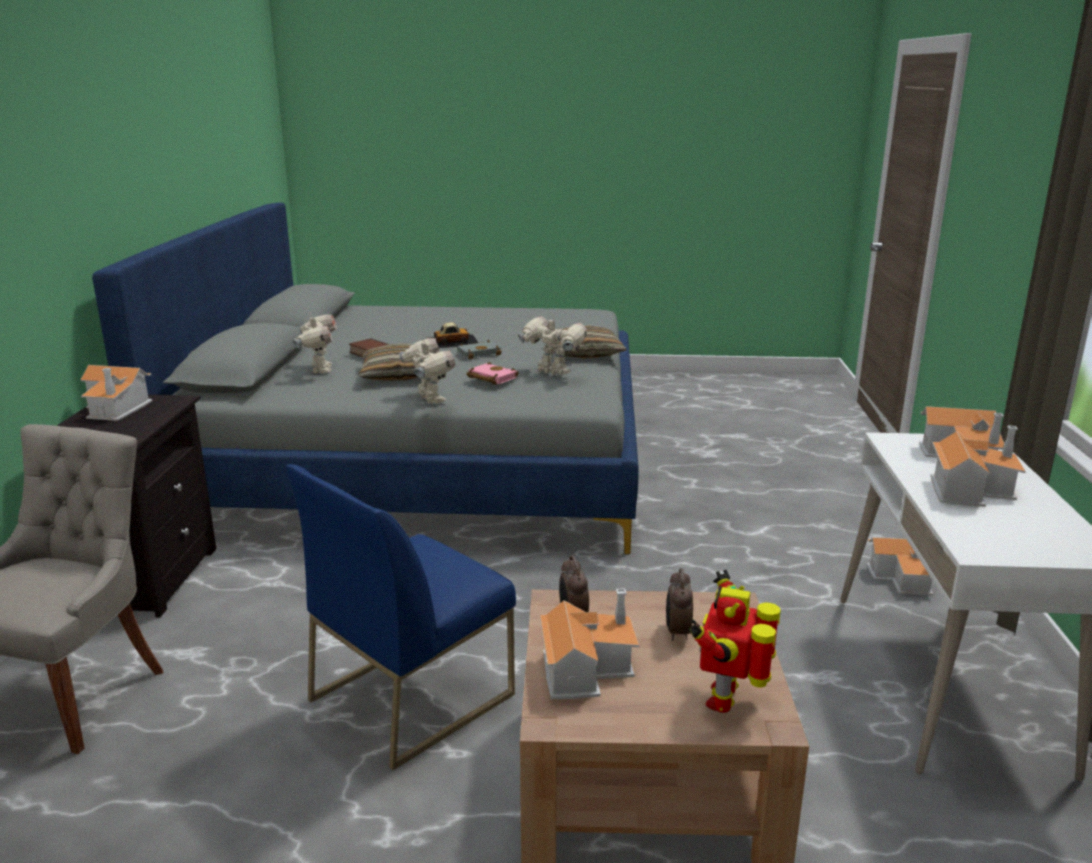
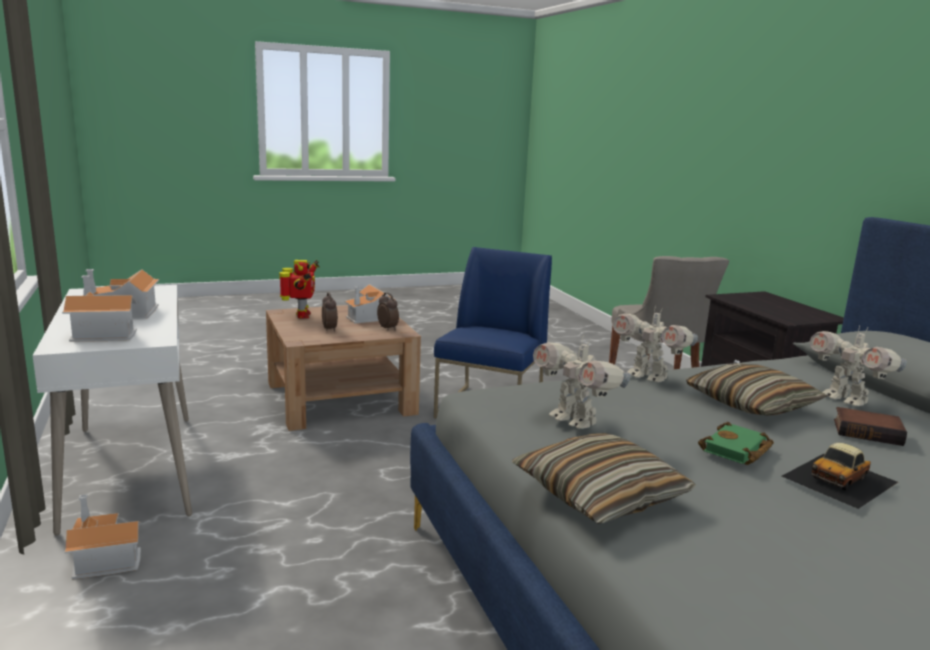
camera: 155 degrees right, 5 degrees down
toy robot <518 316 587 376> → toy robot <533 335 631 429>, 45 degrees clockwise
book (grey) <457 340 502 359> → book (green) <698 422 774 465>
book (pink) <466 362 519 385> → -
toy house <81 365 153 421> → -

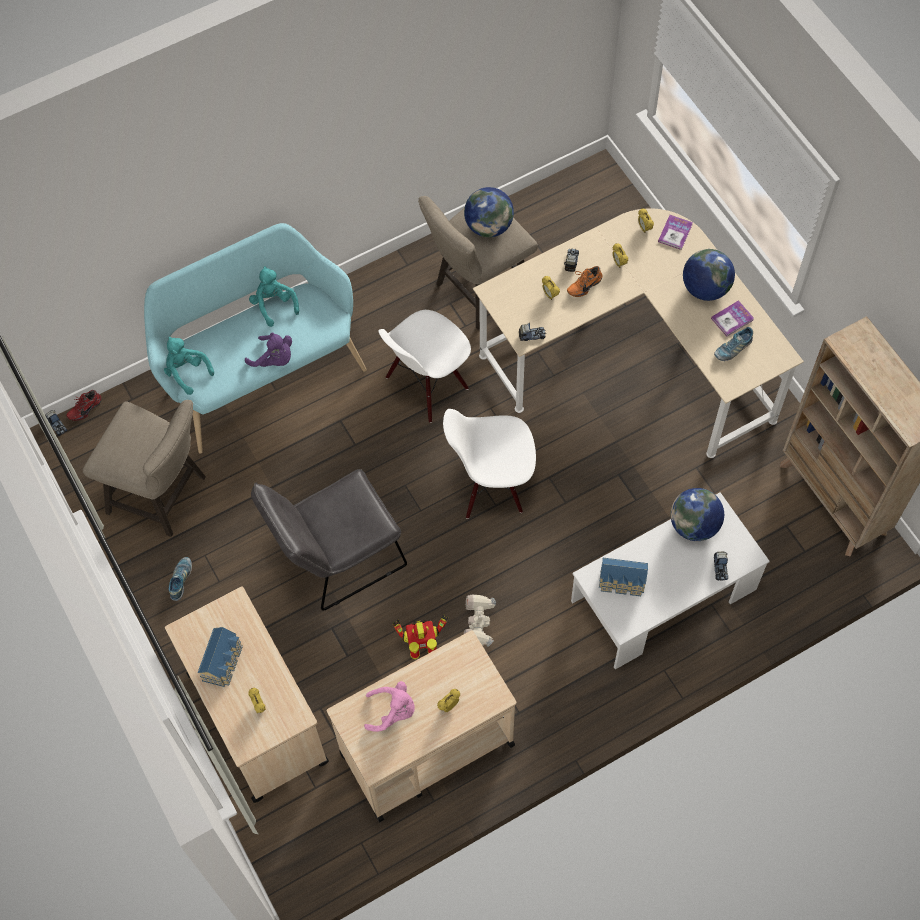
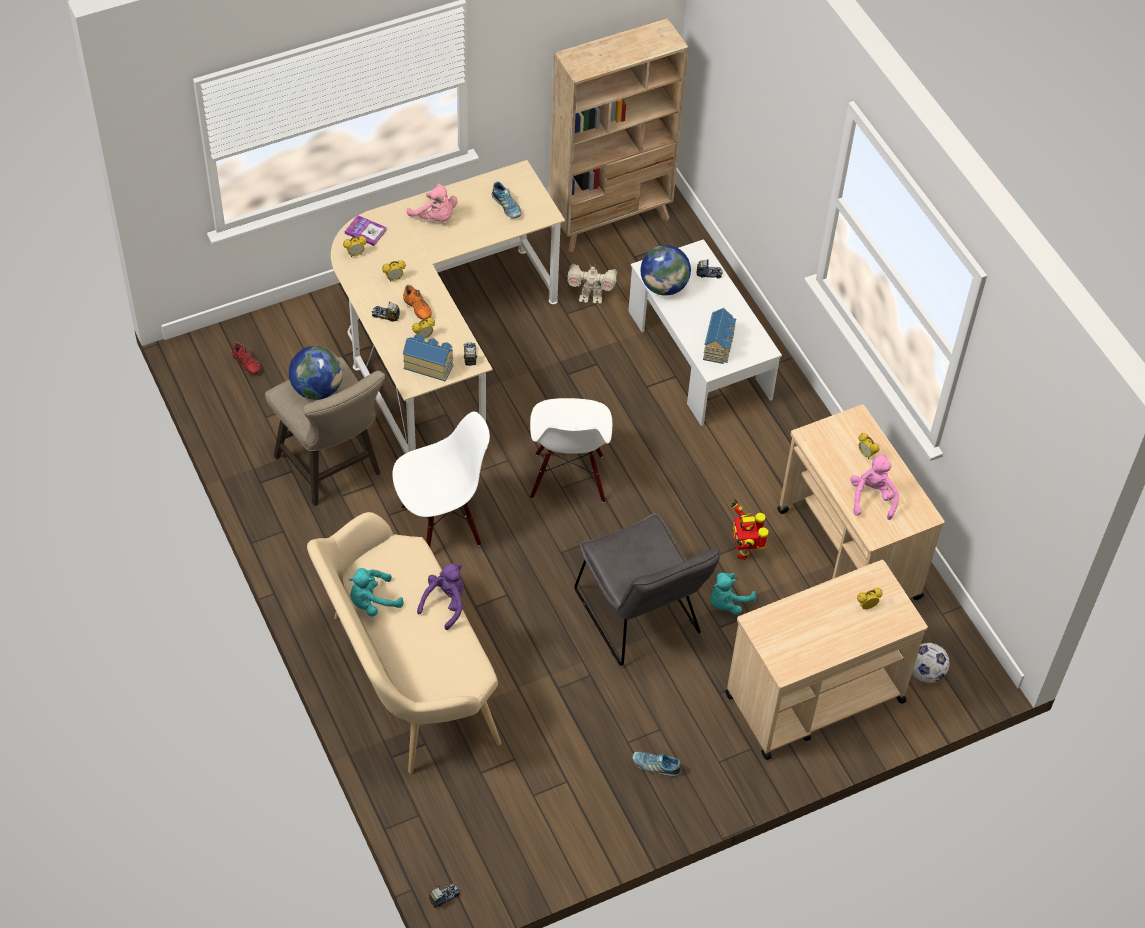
camera: 90 degrees left, 10 degrees down
bench (turquoise) <144 223 366 454> → bench (beige) <307 512 501 774>
globe <683 249 735 301> → plush toy (pink) <407 184 457 222>
book <711 300 754 337> → -
chair (white) <378 310 471 423> → chair (white) <392 412 490 547>, 75 degrees counterclockwise
plush toy (turquoise) <164 337 214 395> → plush toy (turquoise) <710 573 756 615>, moved
shoe (red) <66 390 101 421> → shoe (red) <232 342 261 374>, moved
stool (beige) <83 400 206 537> → -
toy robot <464 595 496 647> → toy robot <567 264 617 304>, moved
toy house <198 627 243 687> → toy house <403 334 453 381>, moved
- → football <912 643 950 683>

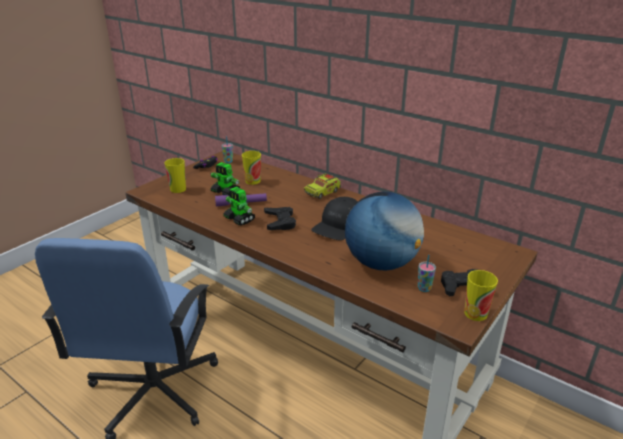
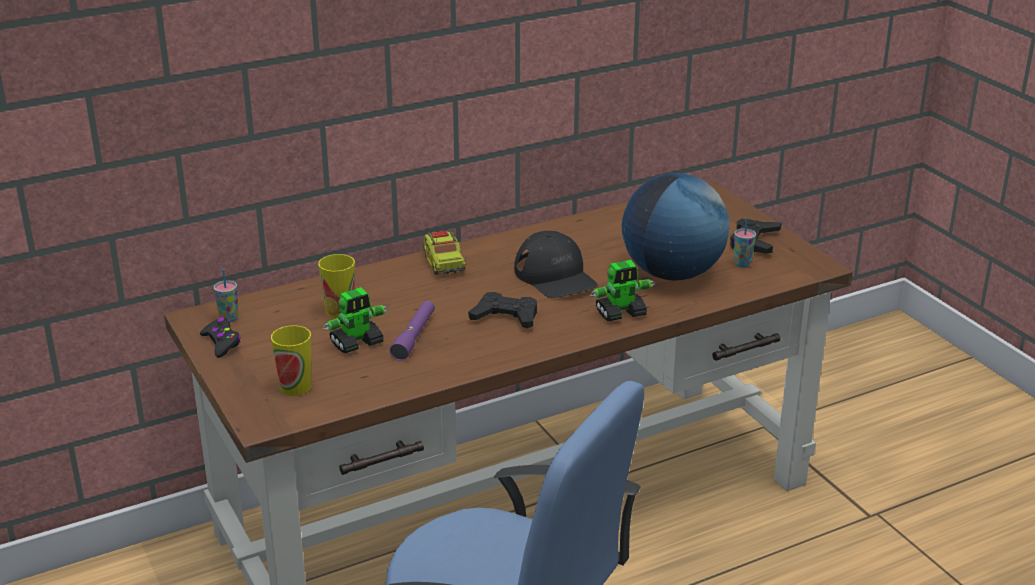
camera: 65 degrees left, 0 degrees up
toy robot <223 186 255 226> → toy robot <590 260 655 321>, moved
cup <464 270 498 321> → -

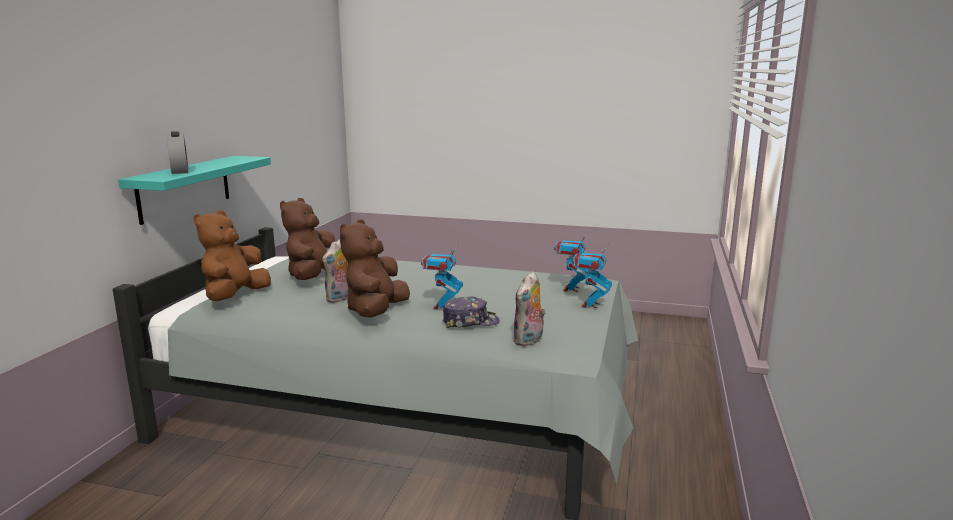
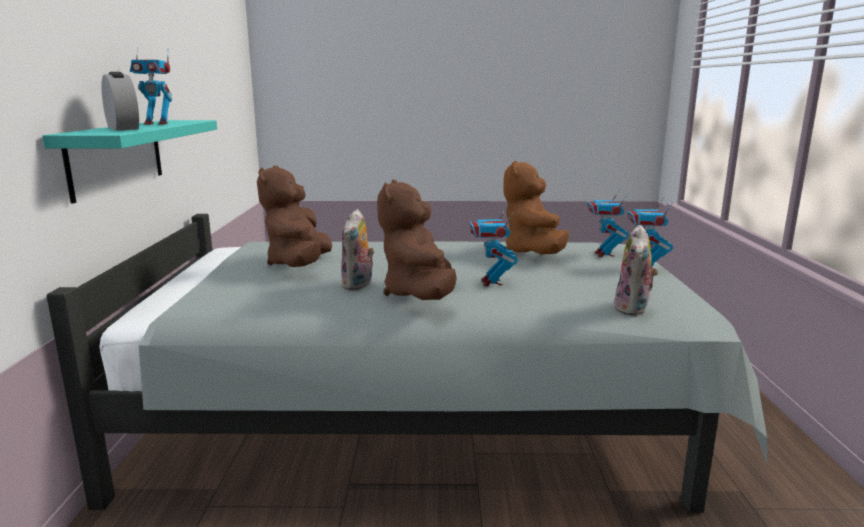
camera: 15 degrees left, 0 degrees up
plush toy (brown) <193 210 271 301> → plush toy (brown) <503 160 569 255>, moved
cap <442 296 500 328> → -
- → toy robot <130 47 172 124>

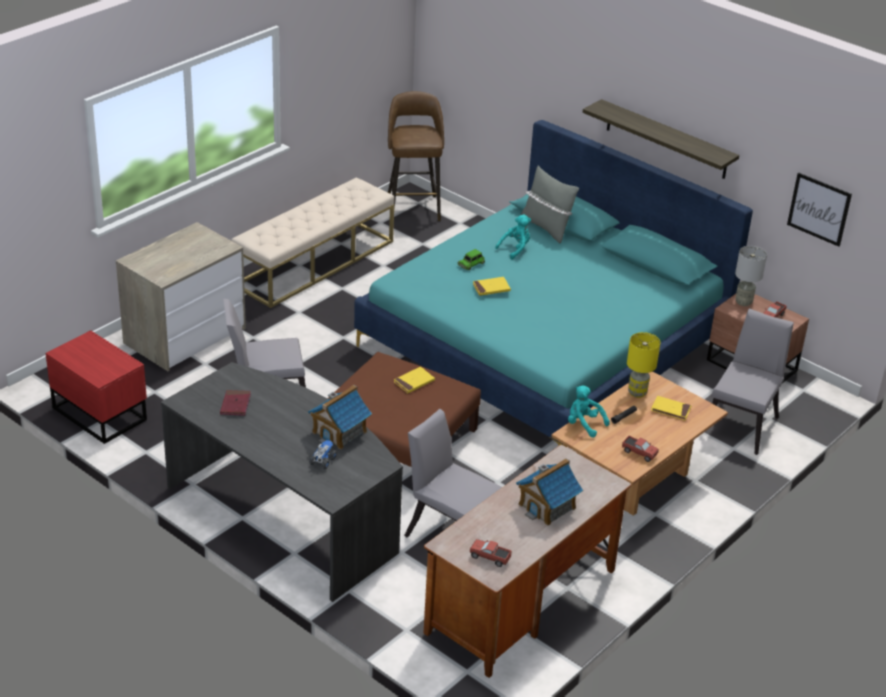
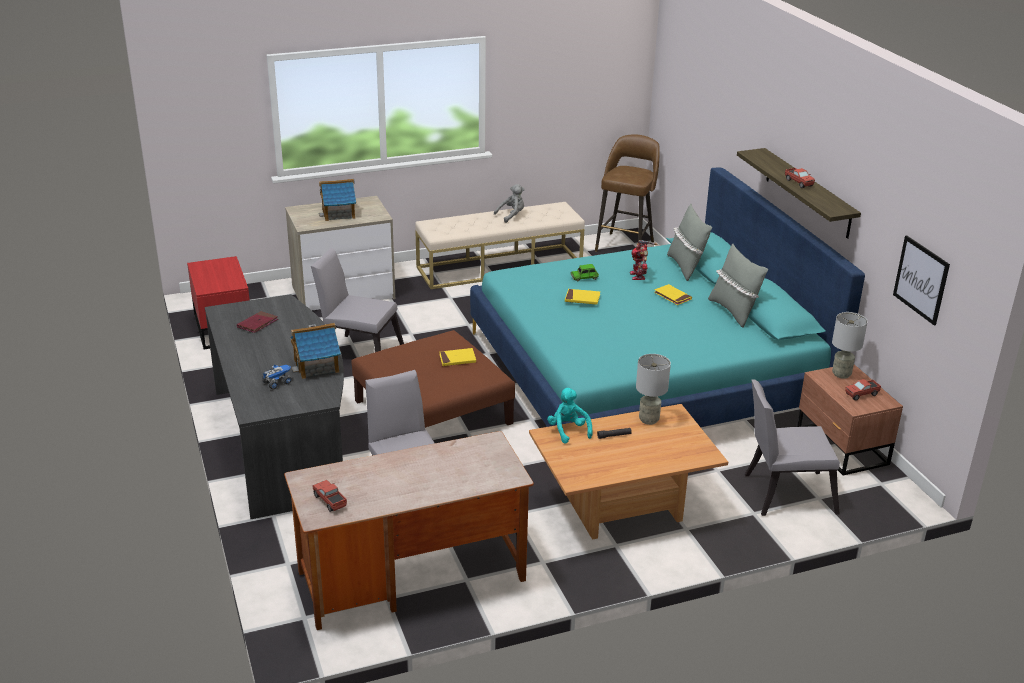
camera: 30 degrees right, 5 degrees down
plush toy (turquoise) <495 215 531 260> → toy robot <630 240 658 280>
chair (grey) <711 308 794 455> → chair (grey) <745 379 840 516>, 150 degrees counterclockwise
table lamp (yellow) <627 332 660 398> → table lamp (grey) <636 354 671 425>
book (yellow) <651 396 691 420> → book (yellow) <654 284 692 305>, moved
toy truck <622 436 659 462> → toy truck <785 168 815 188>, moved
toy house <516 458 583 526> → toy house <319 179 356 221>, moved
- → plush toy (grey) <494 184 525 223>
- → pillow (grey) <708 244 768 328>

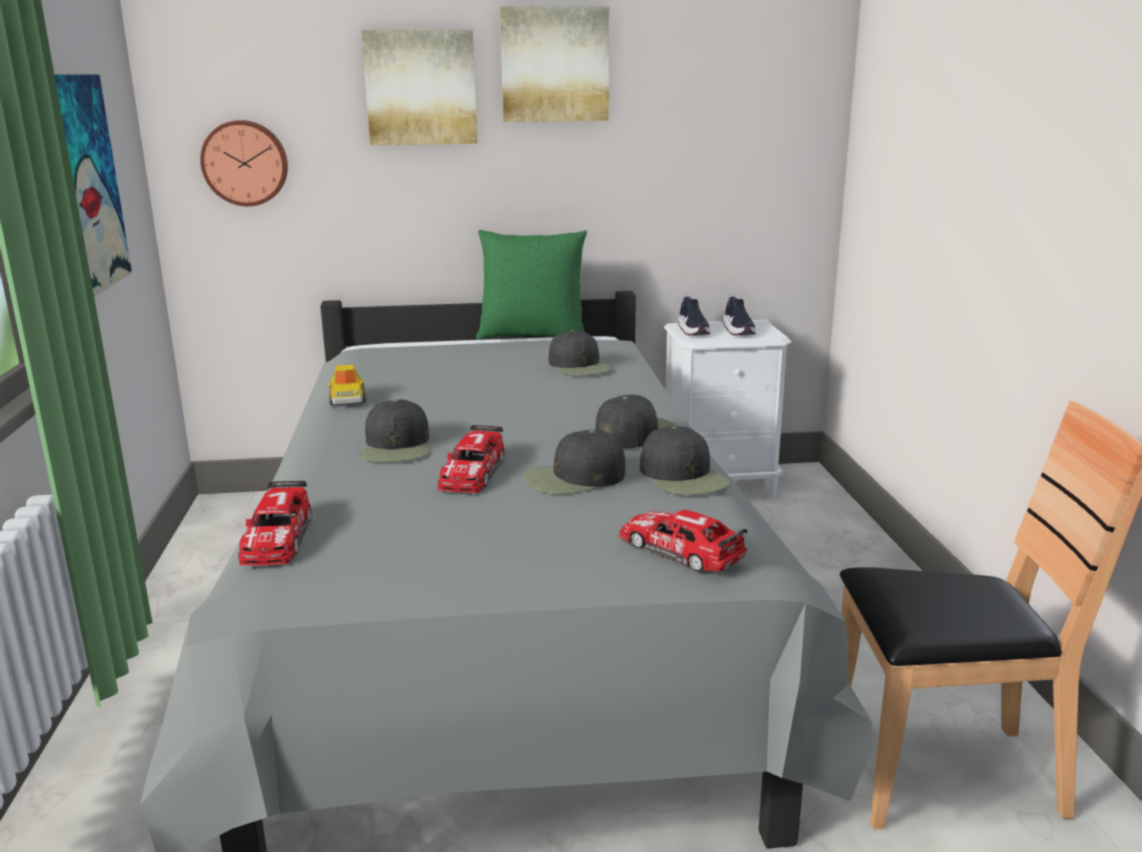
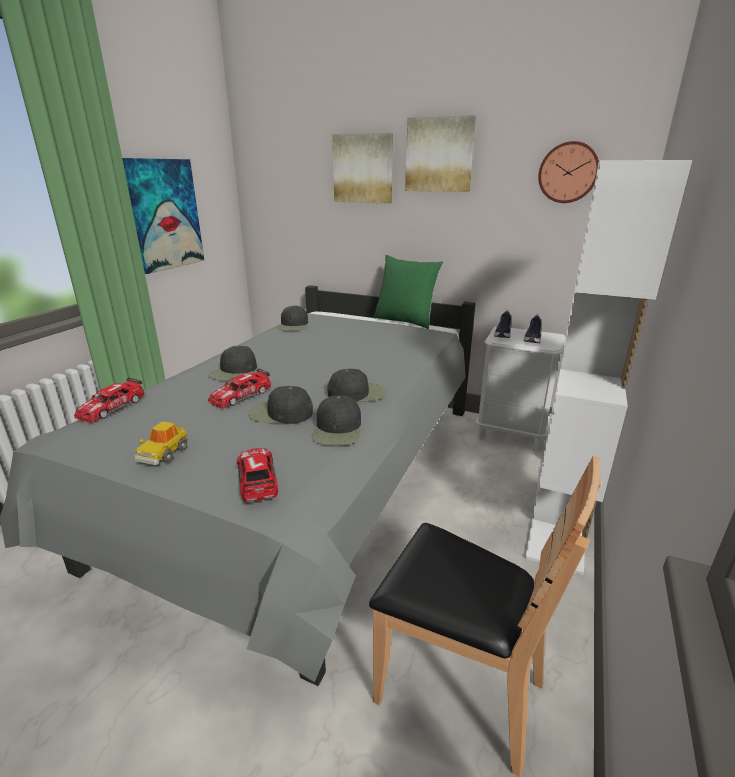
camera: 30 degrees right, 5 degrees up
wall clock <200 120 288 206> → wall clock <538 141 599 203>, moved
cap (black) <549 330 612 376> → cap (black) <277 306 308 331>, moved
toy car <328 365 366 405> → toy car <134 422 188 465>, moved
- → bookcase (white) <525 160 692 575>

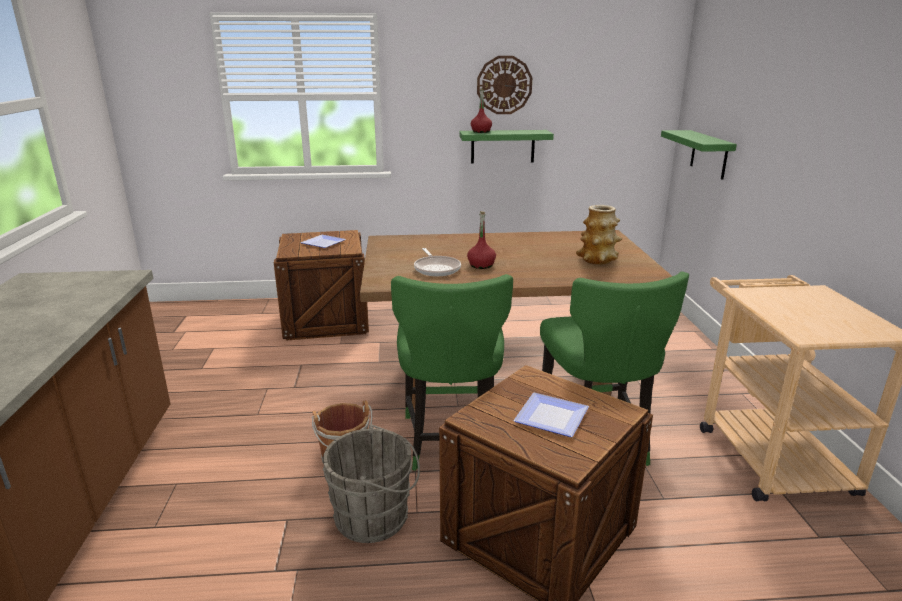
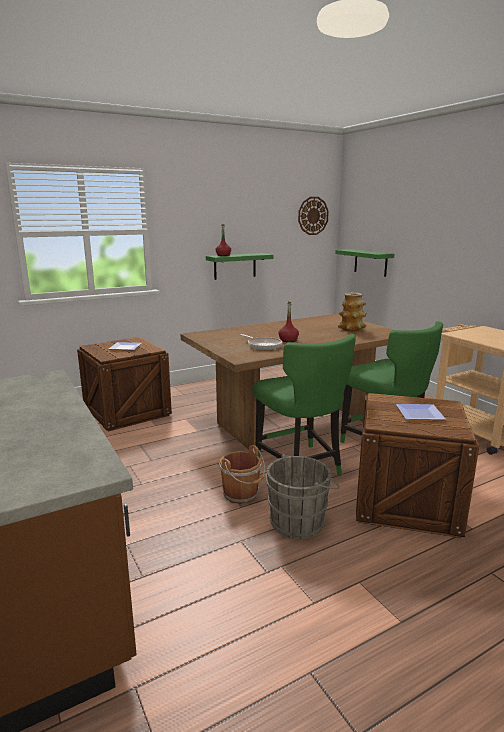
camera: 25 degrees left, 5 degrees down
wall clock <477 56 532 114> → wall clock <298 197 329 235>, moved

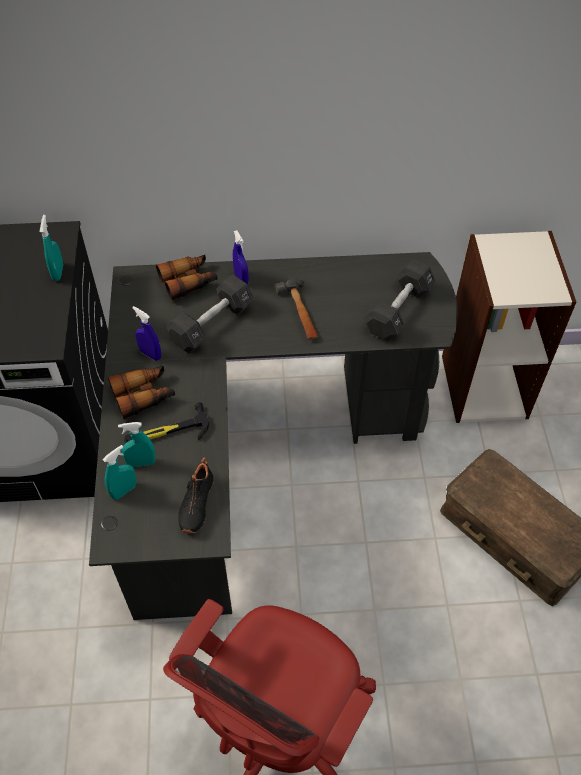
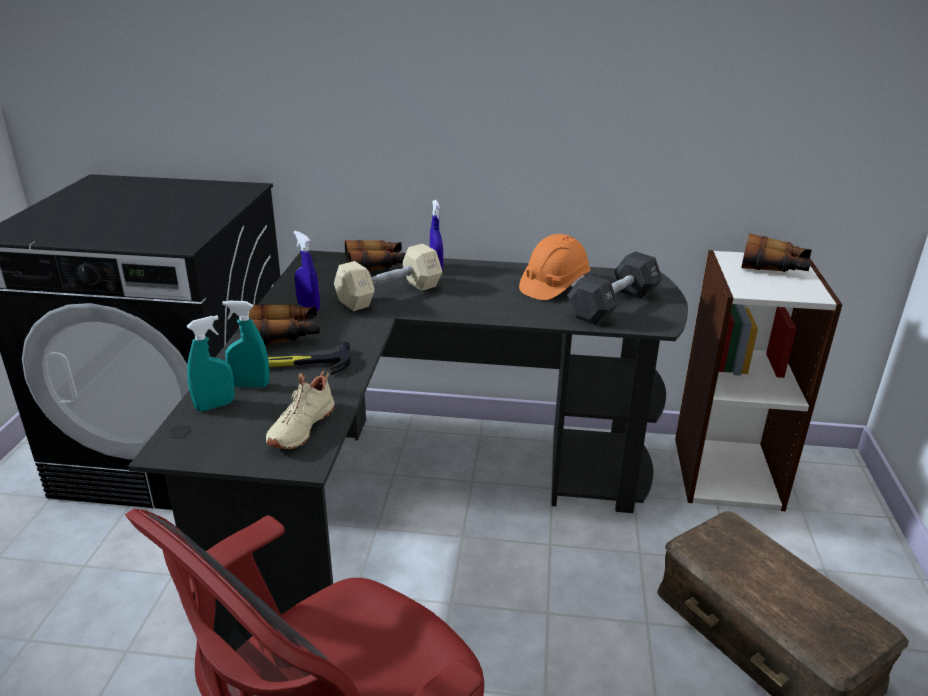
camera: 10 degrees right, 25 degrees down
spray bottle (turquoise) <40 215 63 281> → -
dumbbell (black) <167 274 254 353> → dumbbell (beige) <334 243 442 311>
hammer <275 279 318 340> → -
shoe (black) <178 458 214 533> → shoe (beige) <266 370 335 449>
- → binoculars <741 233 812 272>
- → hard hat (orange) <519 234 590 300>

